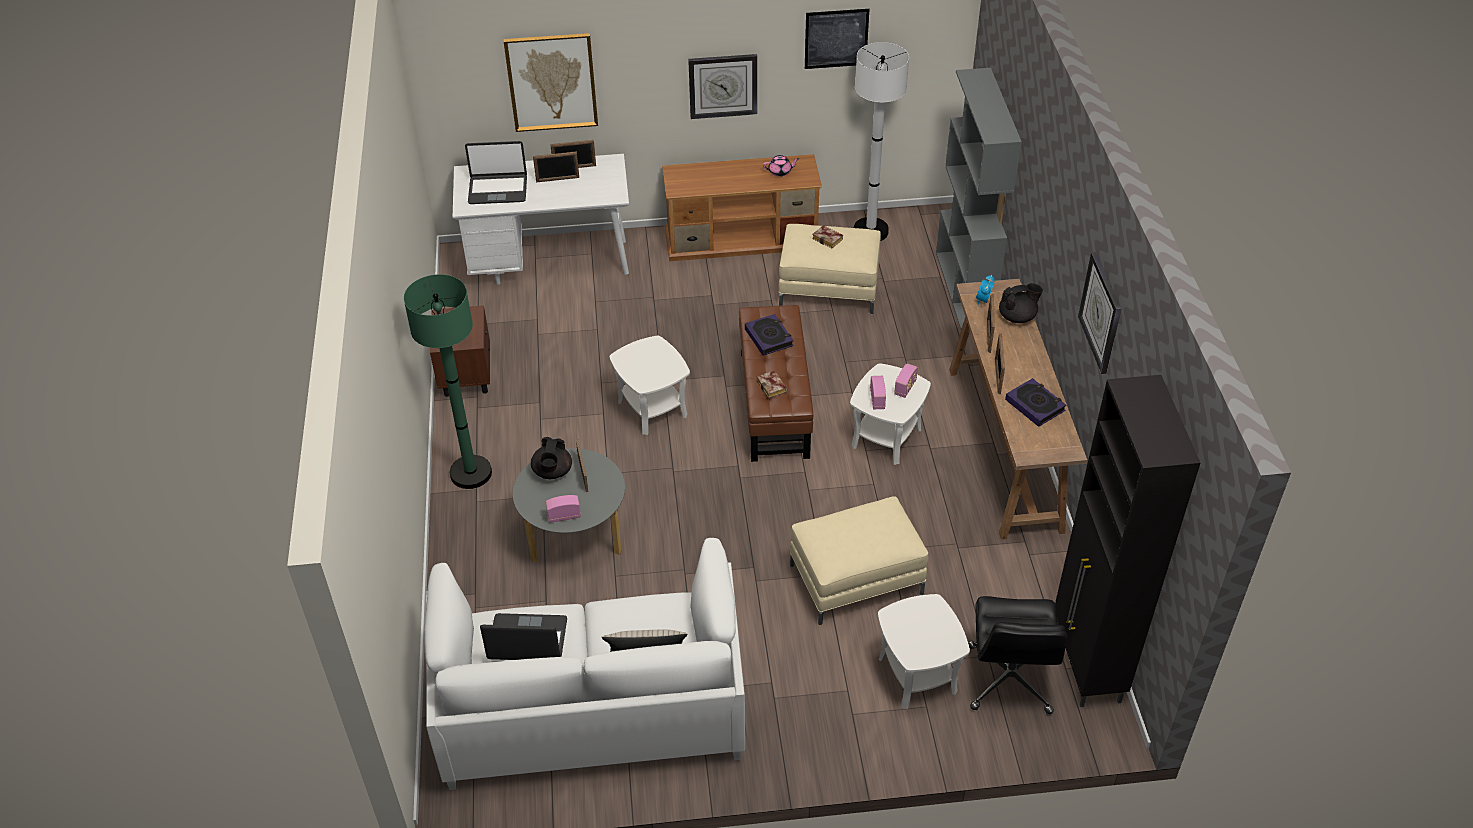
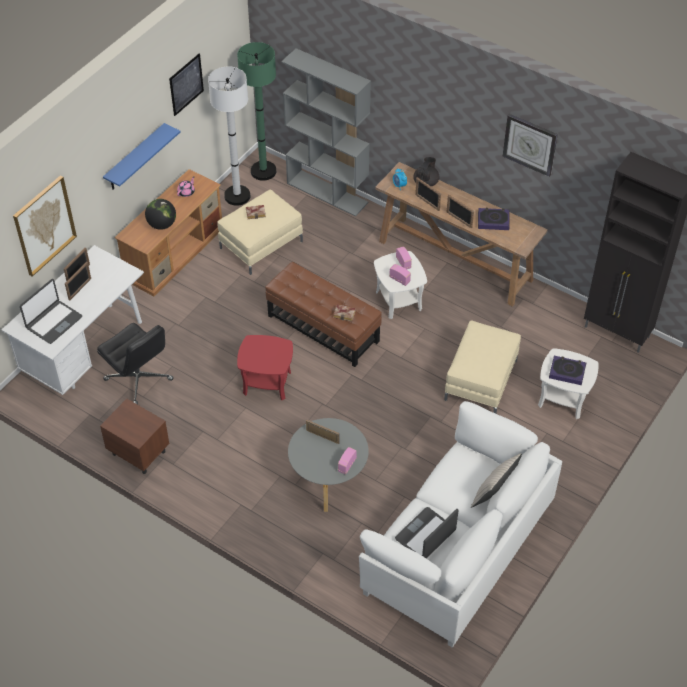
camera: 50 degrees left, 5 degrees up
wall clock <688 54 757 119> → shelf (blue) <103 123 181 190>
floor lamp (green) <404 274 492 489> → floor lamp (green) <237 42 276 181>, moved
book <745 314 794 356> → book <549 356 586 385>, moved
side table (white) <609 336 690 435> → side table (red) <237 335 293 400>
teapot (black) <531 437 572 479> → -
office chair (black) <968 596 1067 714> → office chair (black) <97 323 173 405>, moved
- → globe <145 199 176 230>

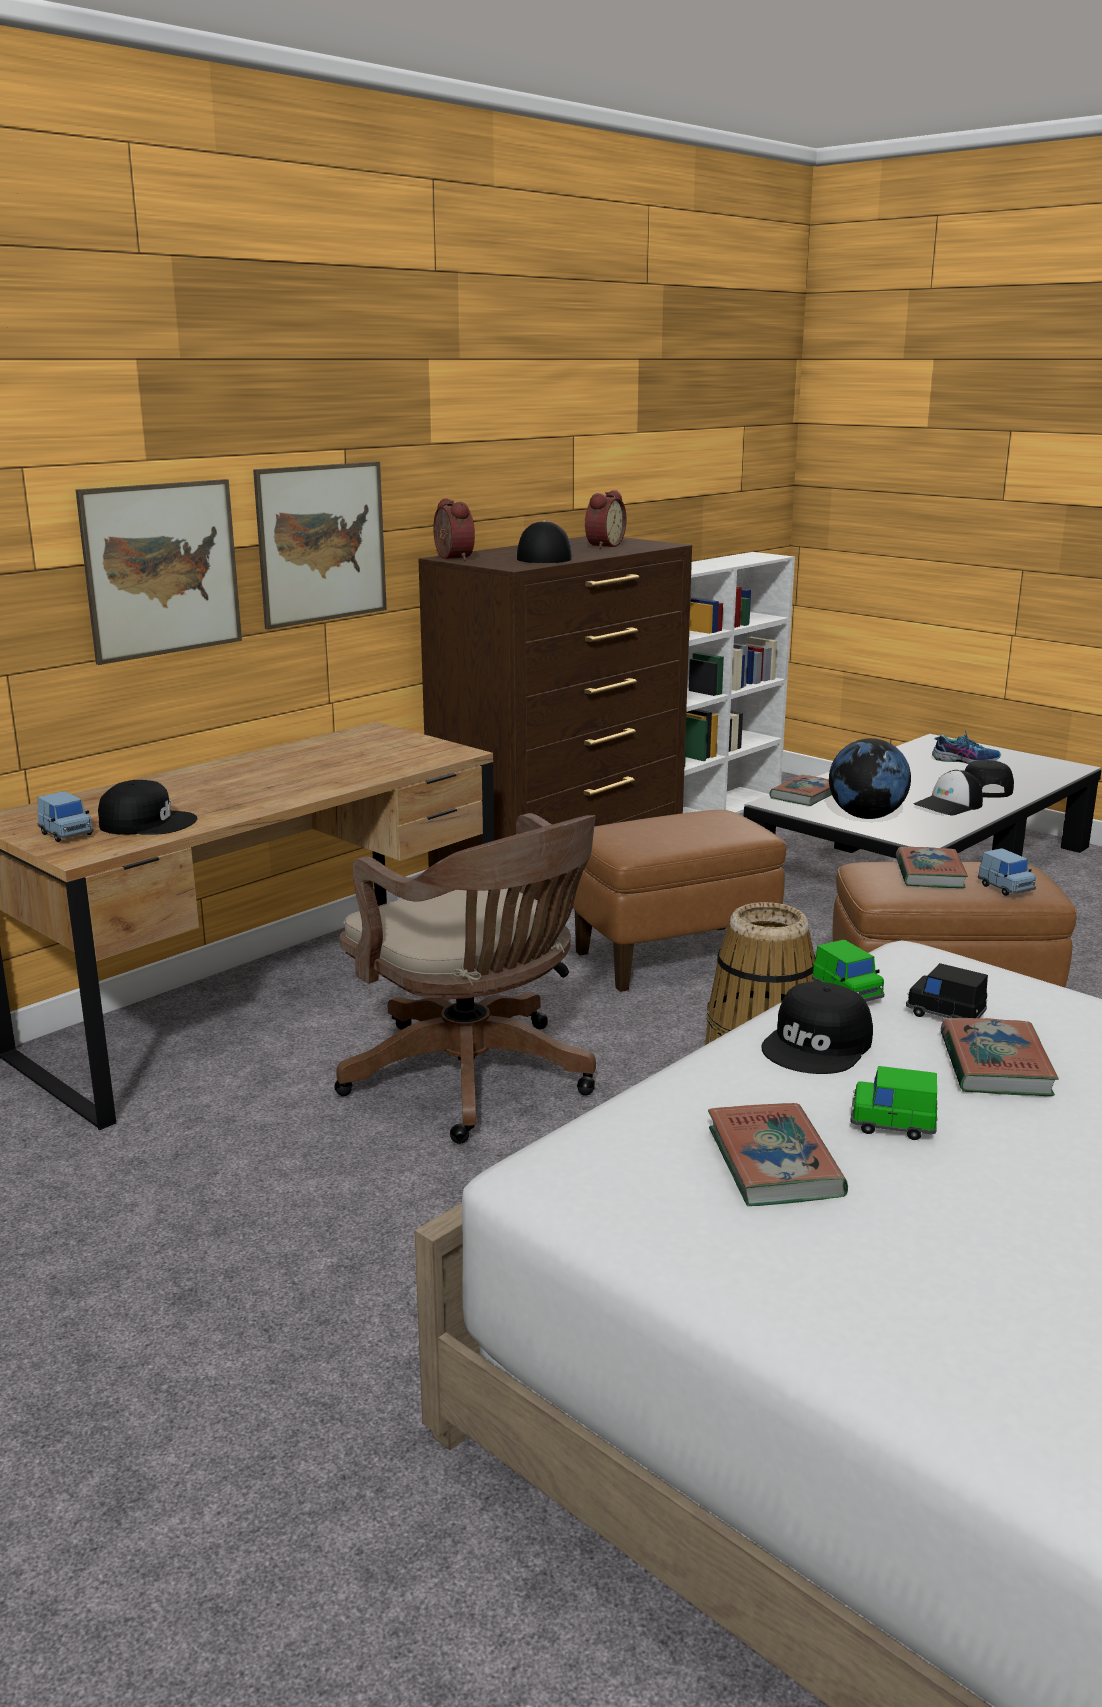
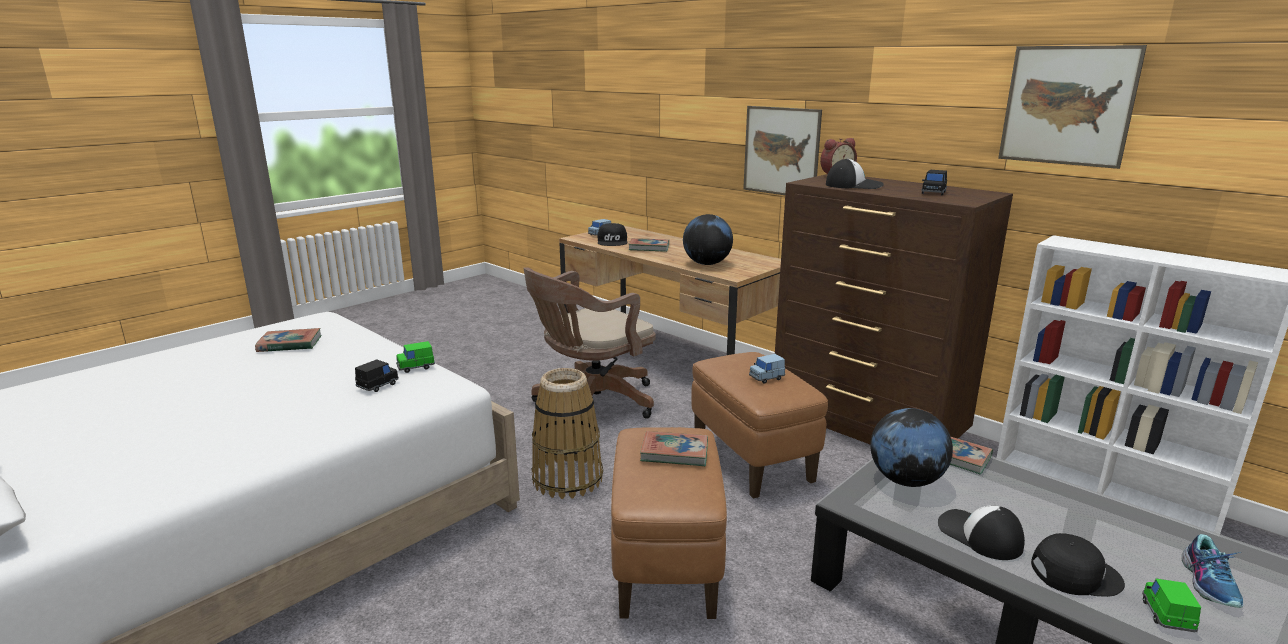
camera: 90 degrees right, 0 degrees up
picture <76 479 242 665> → picture <998 45 1147 169>, moved
alarm clock <585 490 626 549> → toy car (black) <921 170 947 195>
toy car (blue) <978 848 1036 896> → toy car (blue) <749 354 785 384>, moved
cap (black) <761 981 873 1074> → -
book <941 1018 1059 1096> → book <629 238 669 252>, moved
toy car (green) <850 1066 938 1140> → toy car (green) <1142 579 1201 632>, moved
- → globe <683 214 733 265>

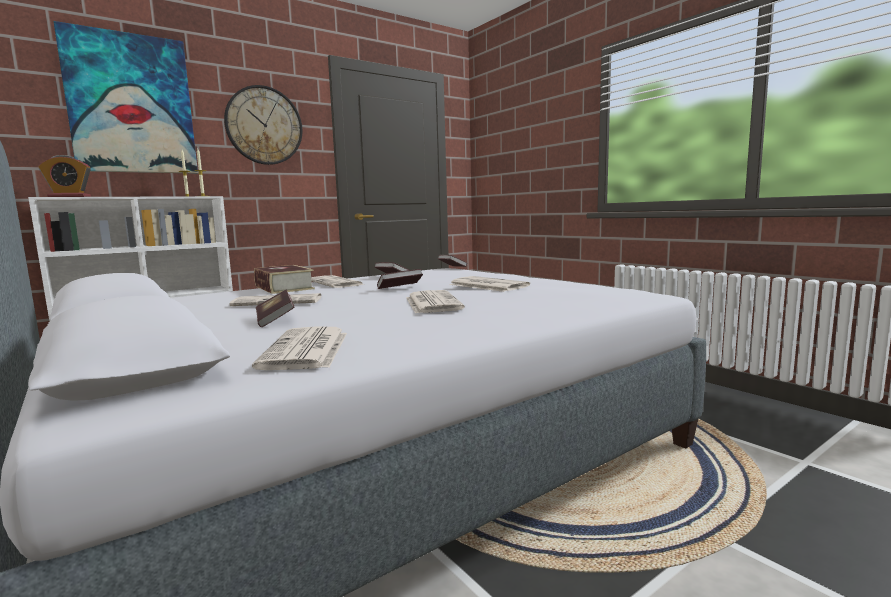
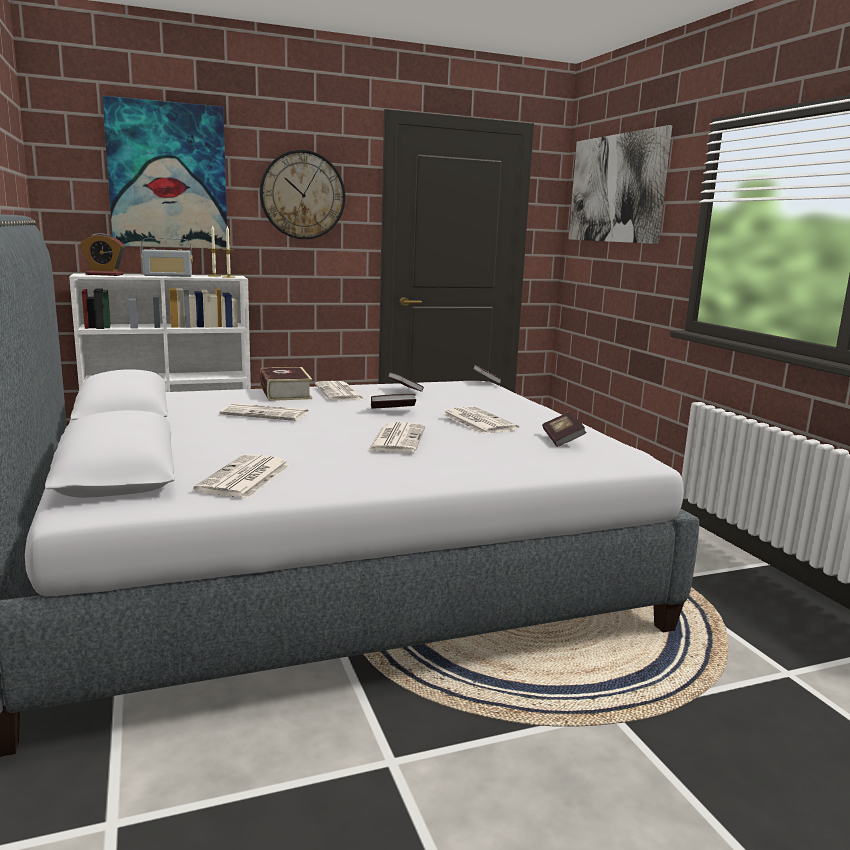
camera: 15 degrees right, 5 degrees up
book <256 289 294 327> → book <542 411 587 447>, moved
- → picture <568 125 672 244>
- → radio <141 238 193 277>

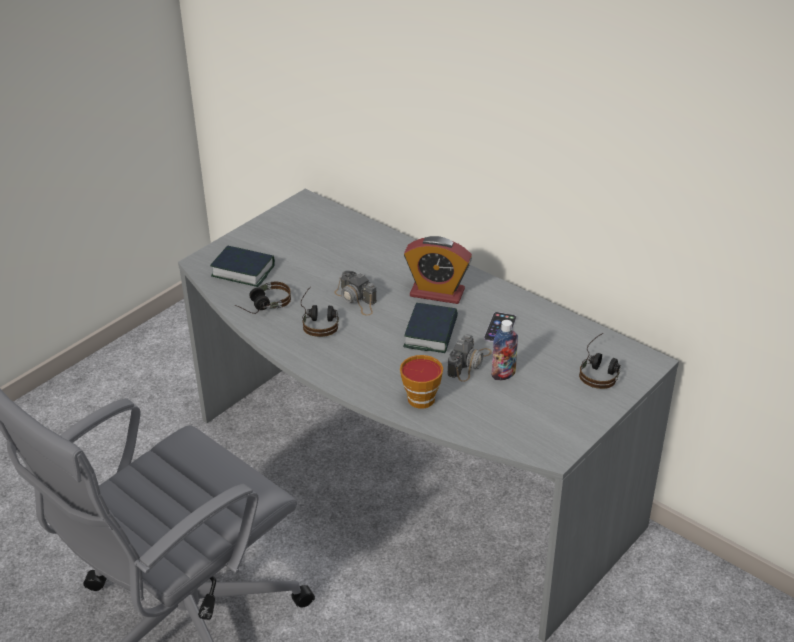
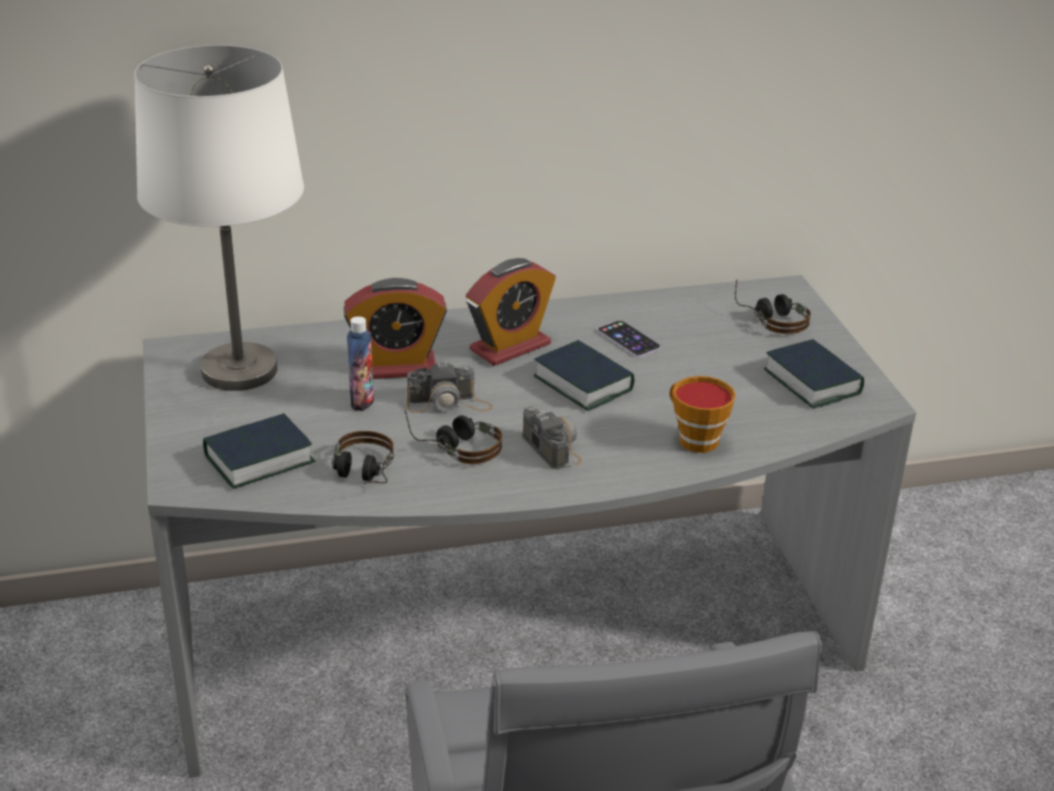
camera: 55 degrees left, 5 degrees down
bottle <492 320 518 380> → bottle <347 316 374 411>, moved
photo camera <447 334 492 382> → photo camera <522 406 582 469>, moved
- → table lamp (white) <134 45 304 391>
- → alarm clock <344 278 447 379>
- → book <764 339 864 409>

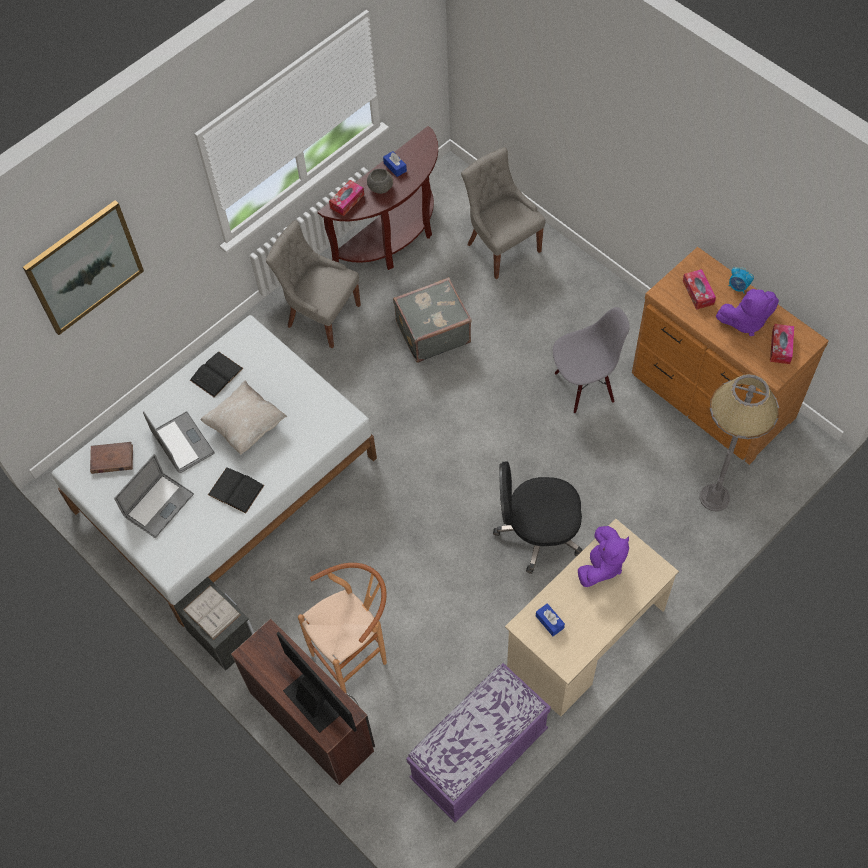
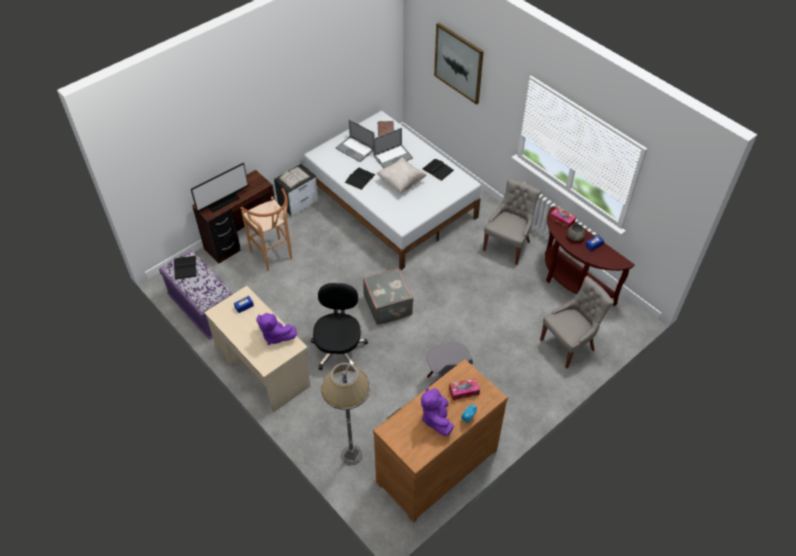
camera: 90 degrees right, 10 degrees down
suitcase (grey) <393 277 472 363> → suitcase (grey) <363 268 413 325>, moved
tissue box <770 324 794 364> → -
- → book (black) <174 256 197 280>

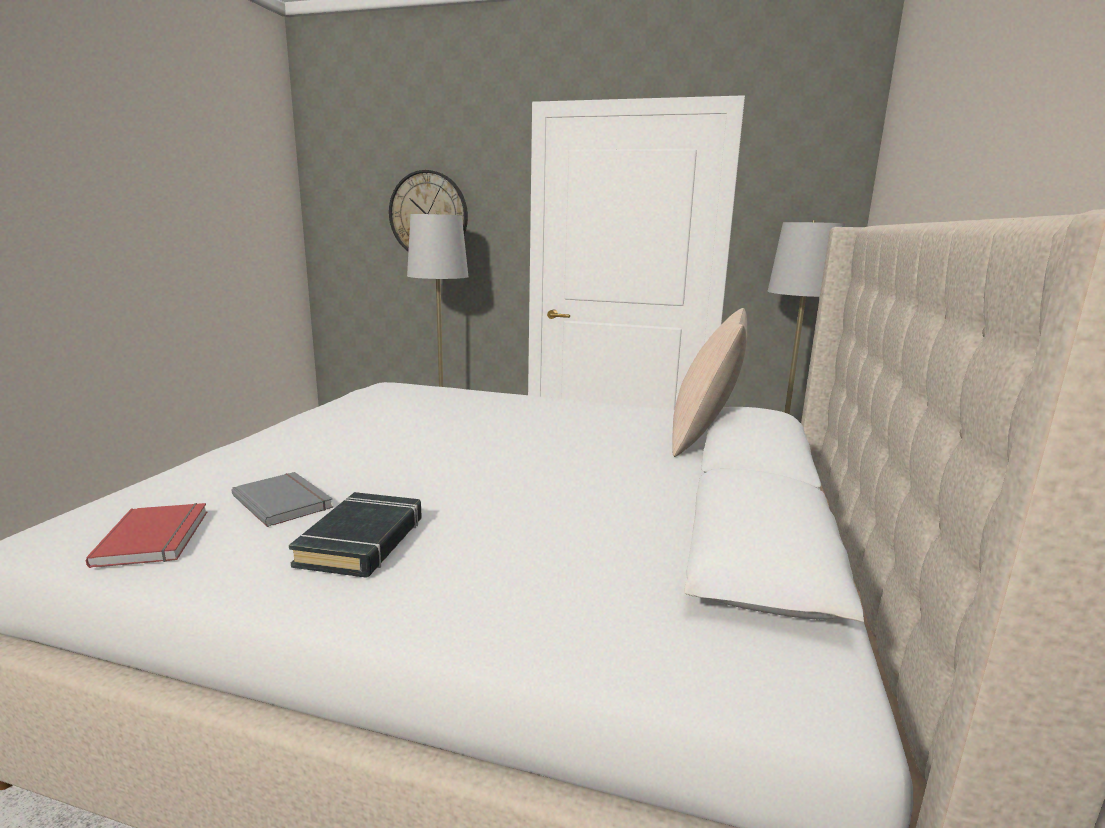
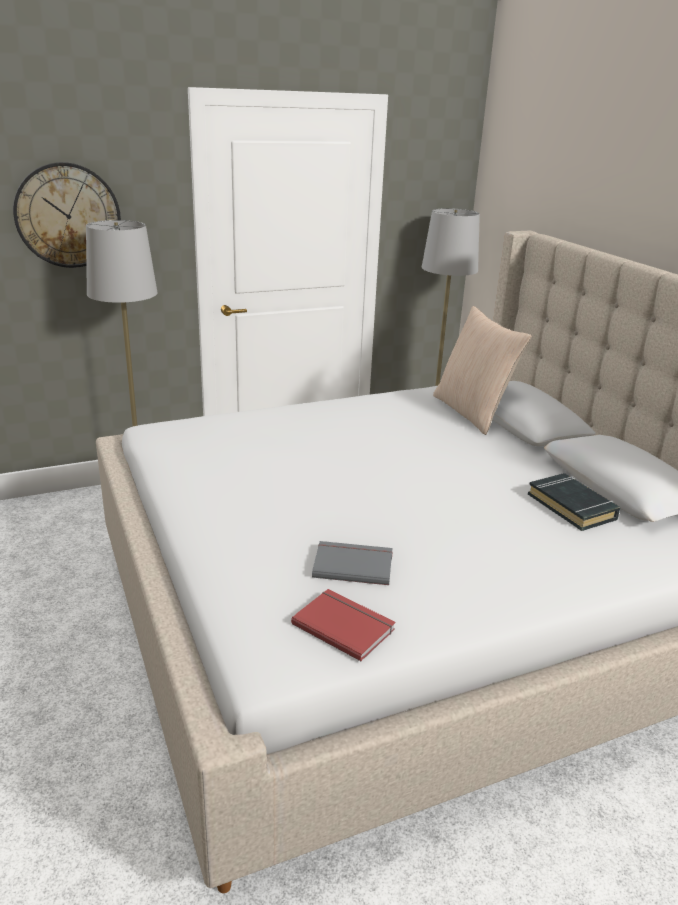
camera: 40 degrees left, 10 degrees up
book (black) <289 492 422 578> → book (black) <528 473 621 531>, moved

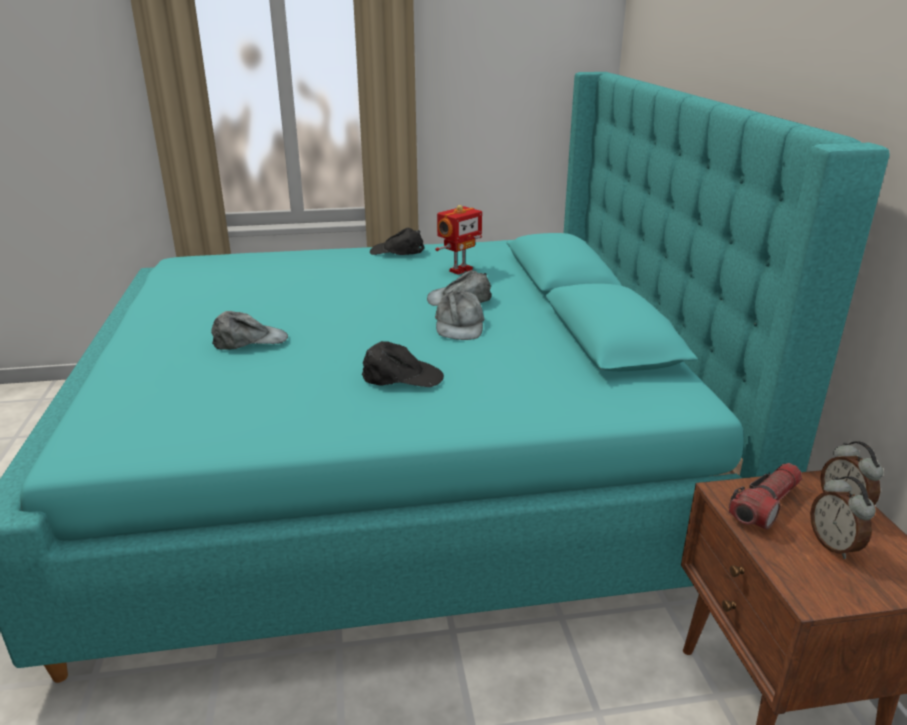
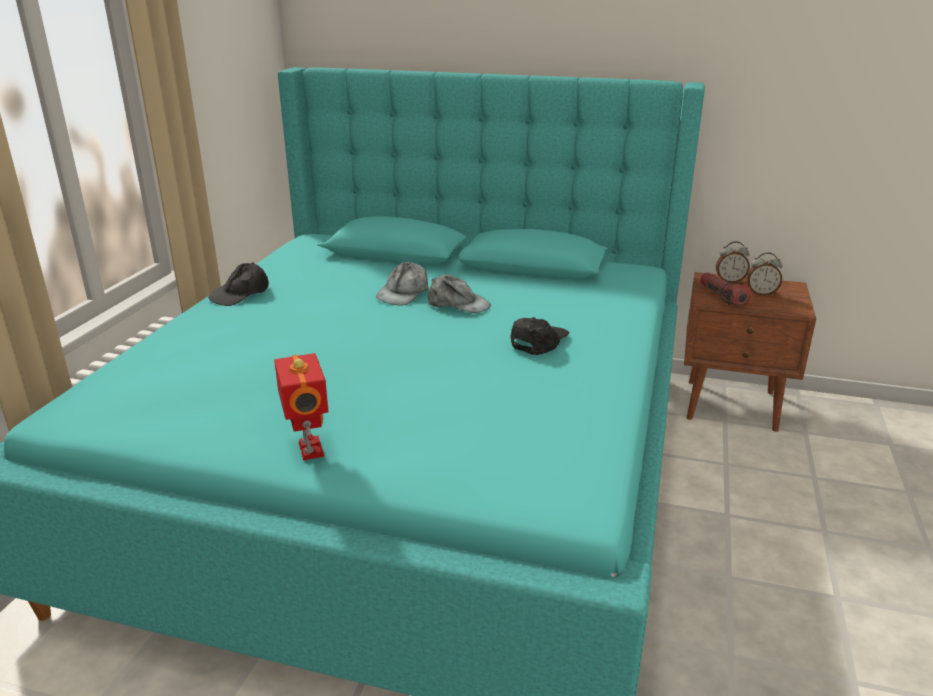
camera: 65 degrees left, 0 degrees up
toy robot <435 205 482 275> → toy robot <274 353 328 460>, moved
cap (grey) <211 311 288 350> → -

